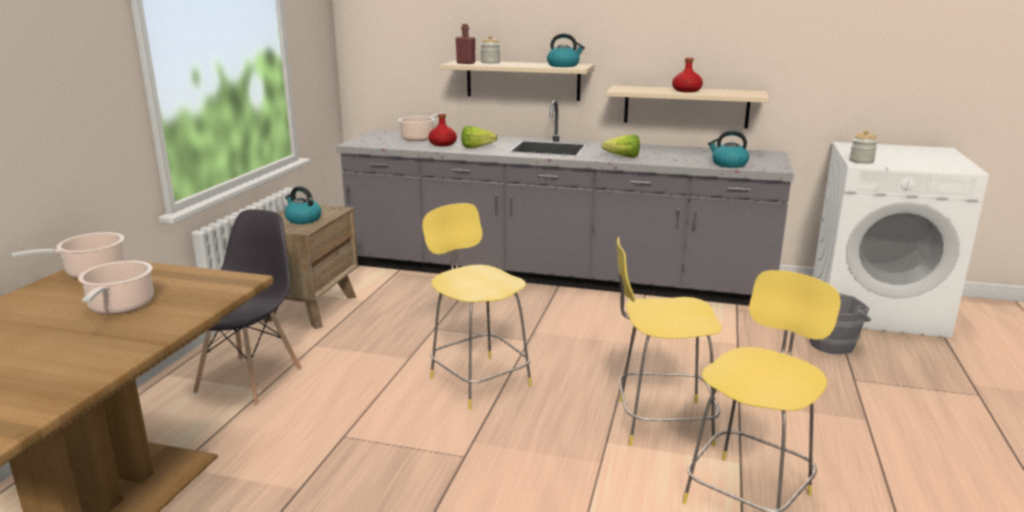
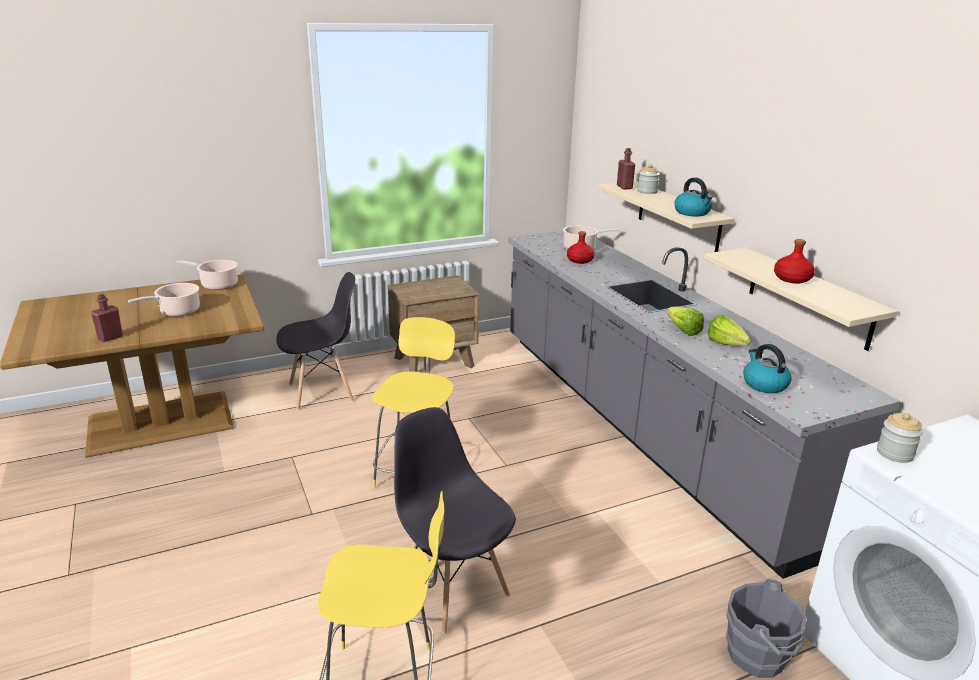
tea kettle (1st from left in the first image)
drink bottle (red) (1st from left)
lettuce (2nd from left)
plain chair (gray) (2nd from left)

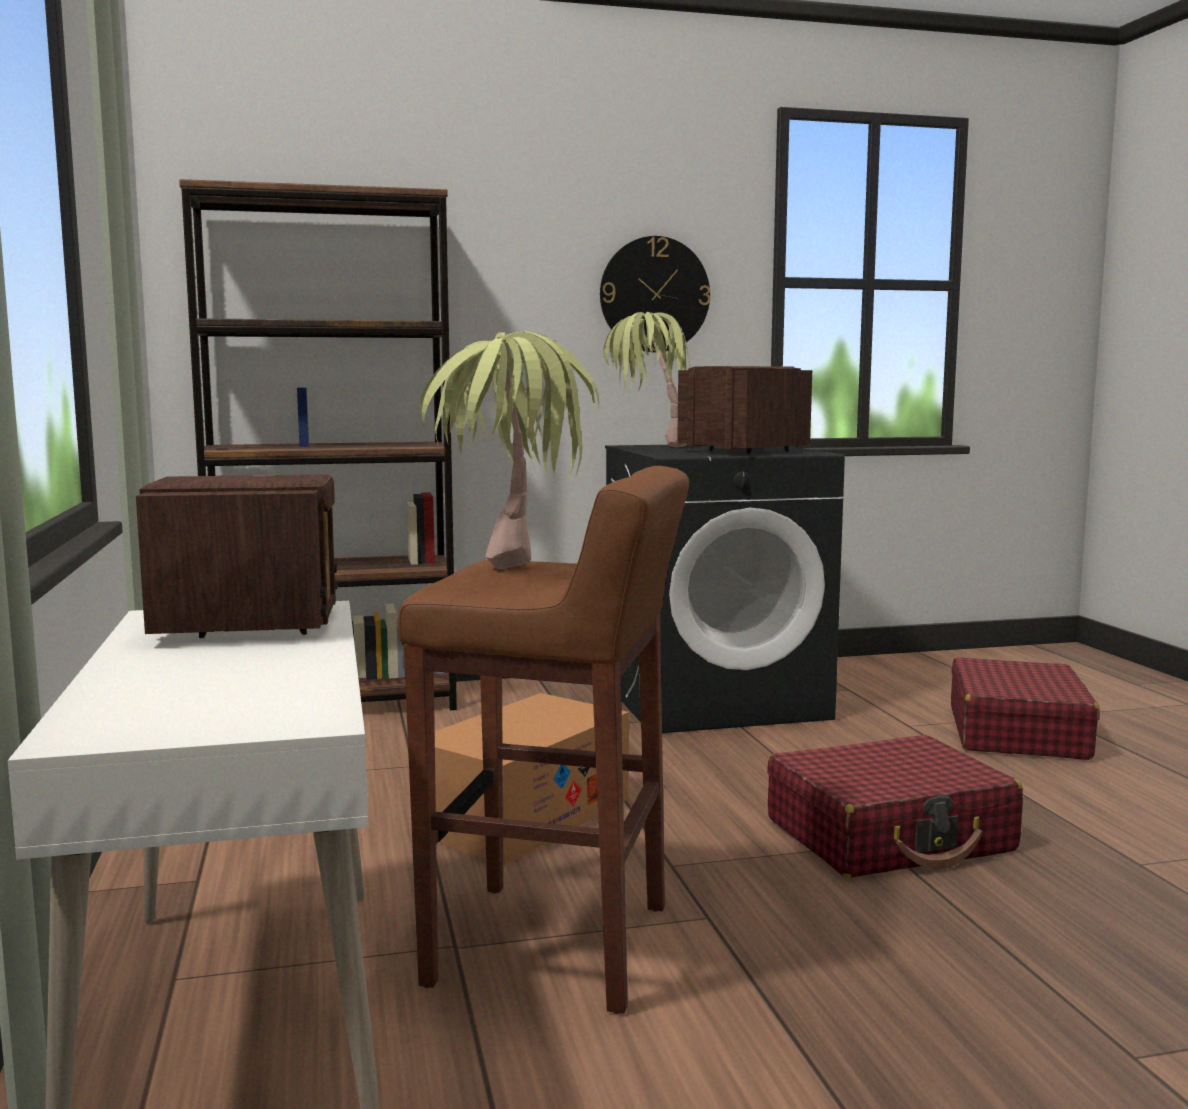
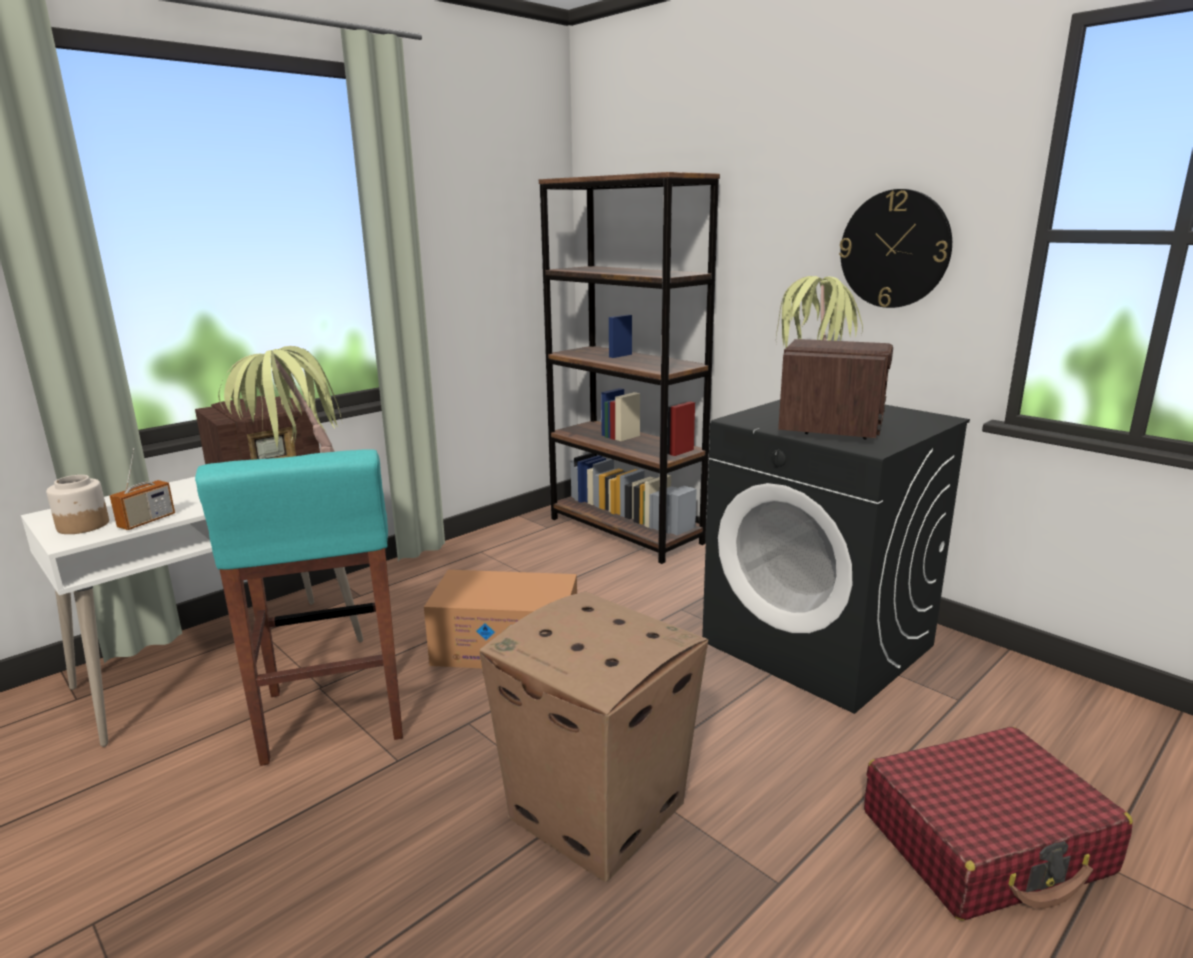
jar
radio receiver (1st from left)
cardboard box (2nd from left)
sitting stool (turquoise-coloured)

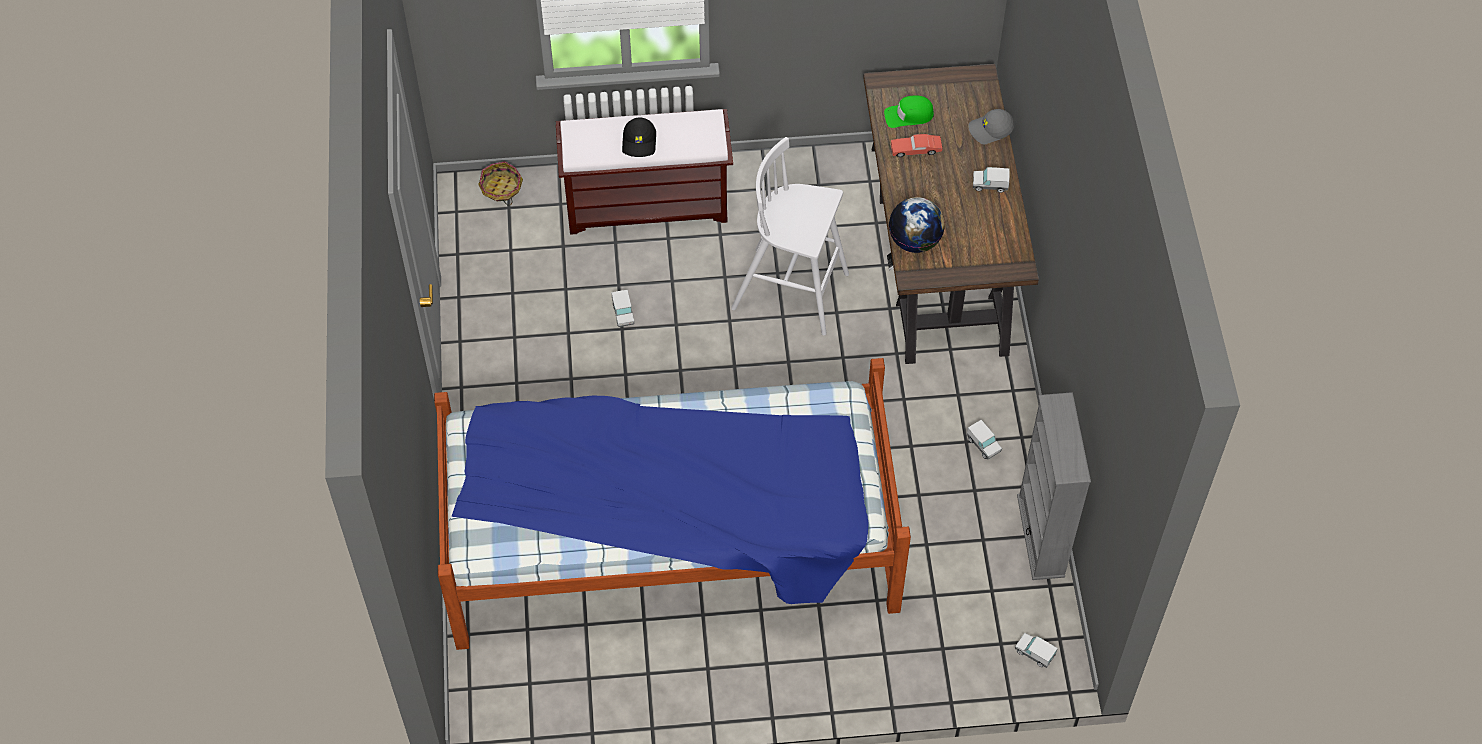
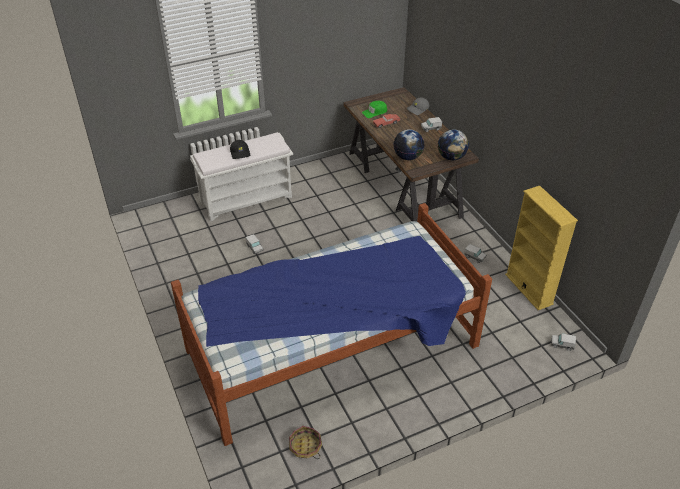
sitting stool (white)
world globe (2nd from left)
basket
bench (white)
bookcase (yellow-coloured)

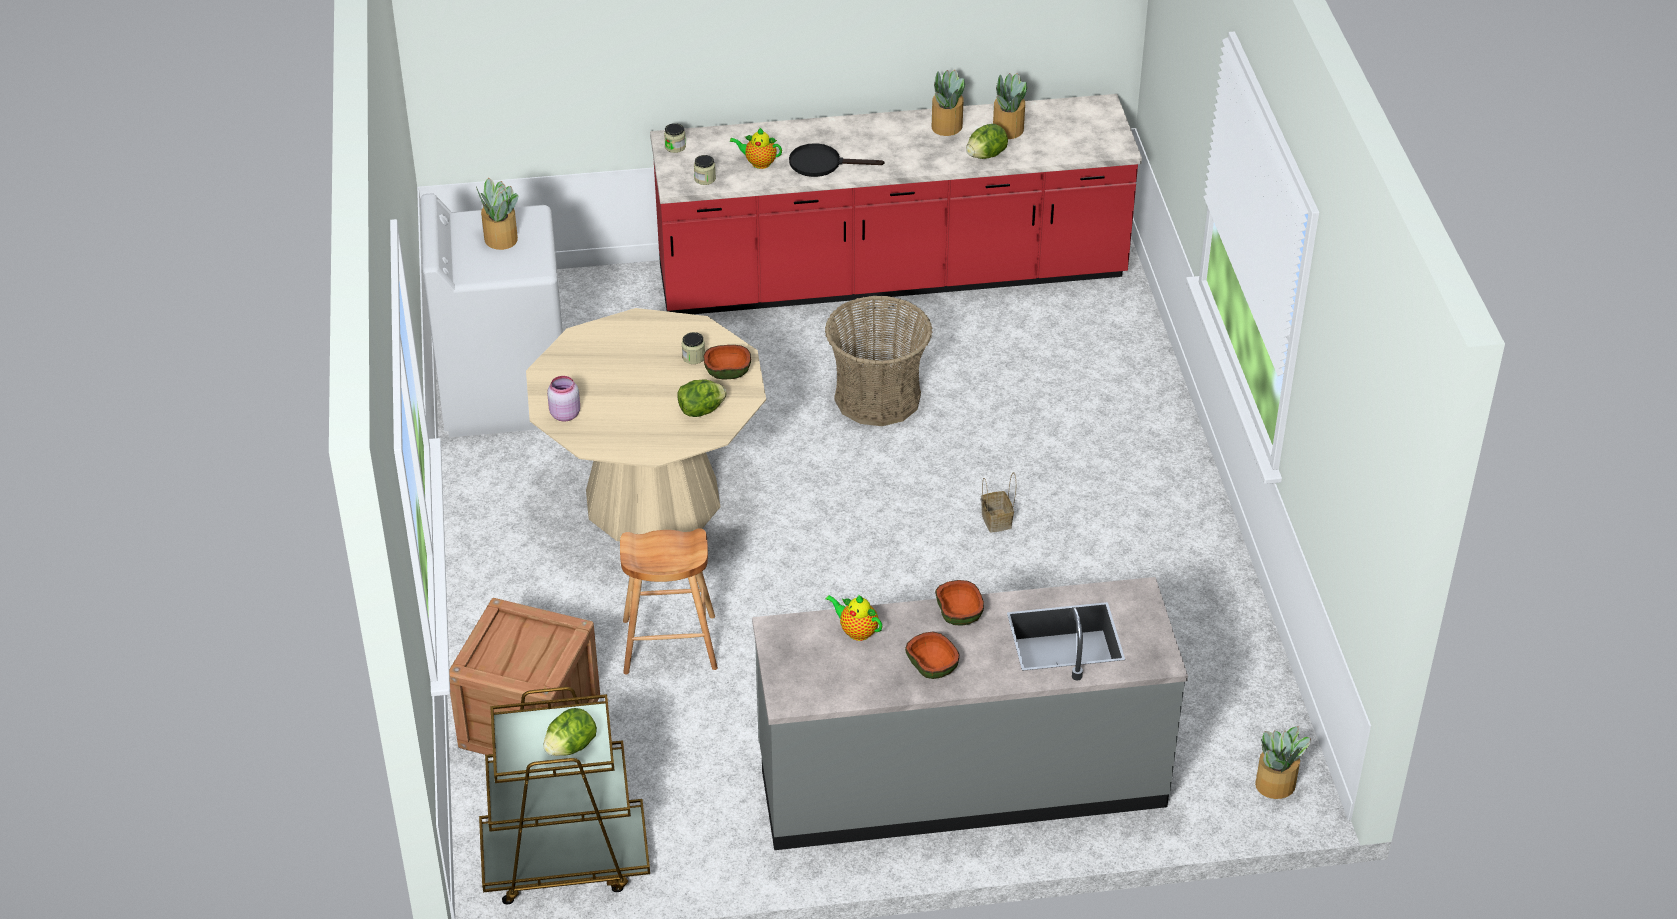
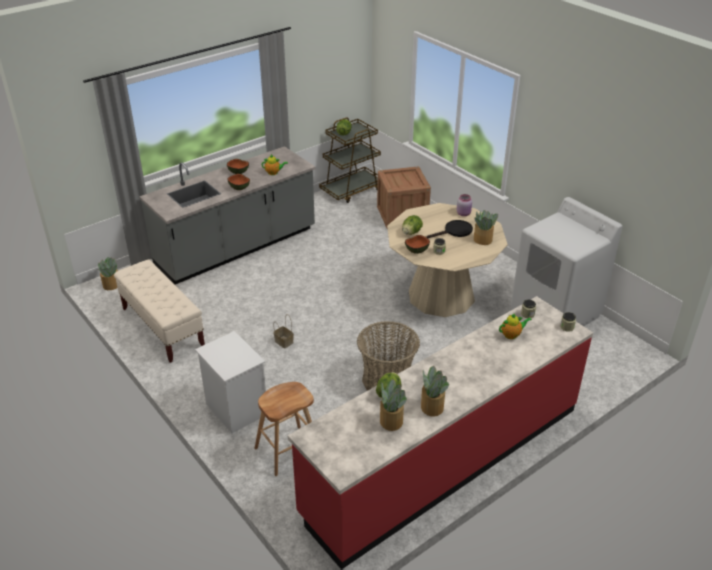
bench (sand-coloured)
night table (white)
plant in a pot (4th from left)
sitting stool (brown-coloured)
pan (black-coloured)

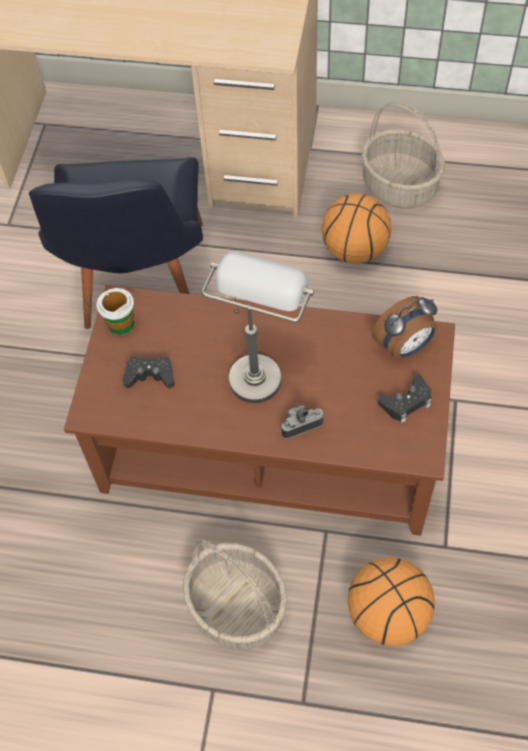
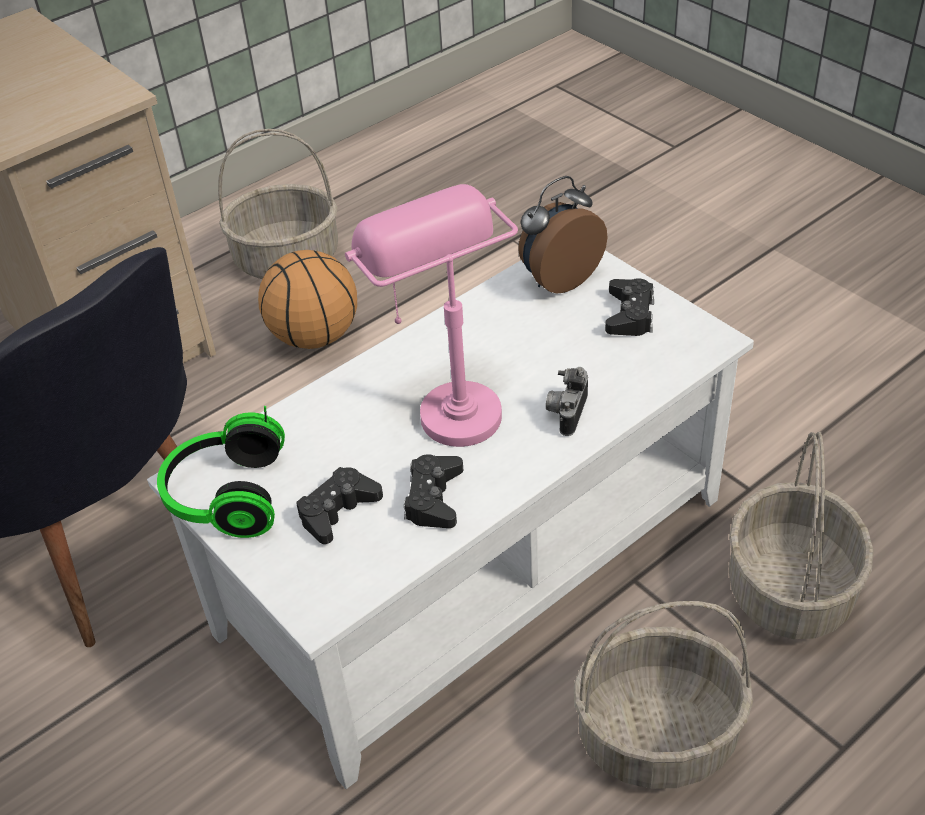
game controller (black-coloured) (2nd from left)
headphones
basket (3rd from left)
low table (white)
tabletop lamp (pink-coloured)
bedside clock

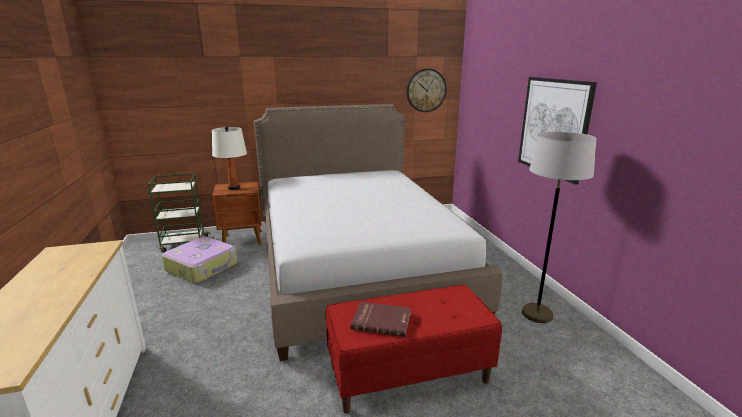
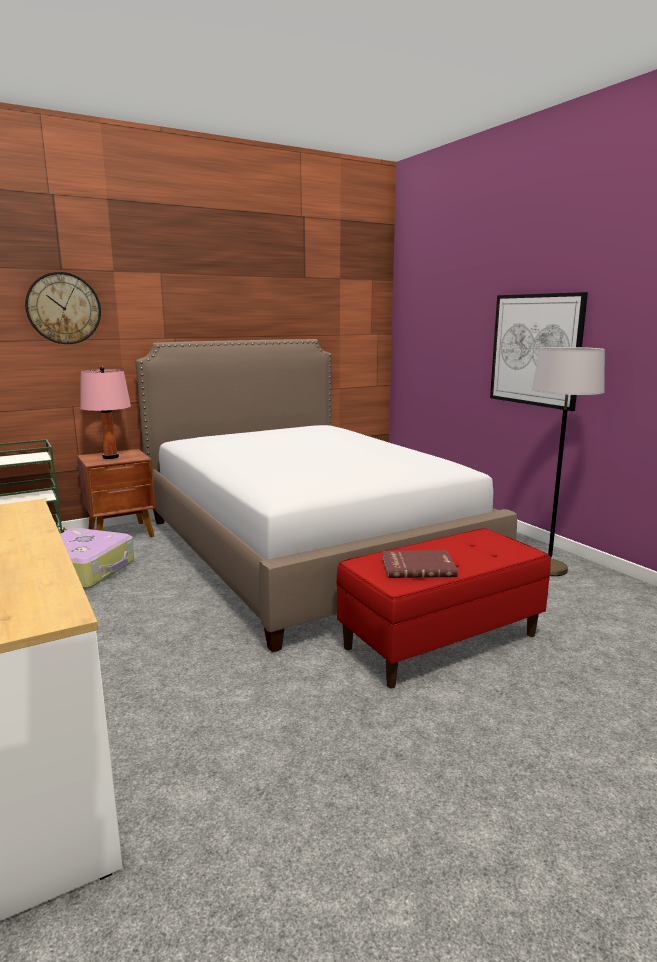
clock on the wall
tabletop lamp (pink-coloured)

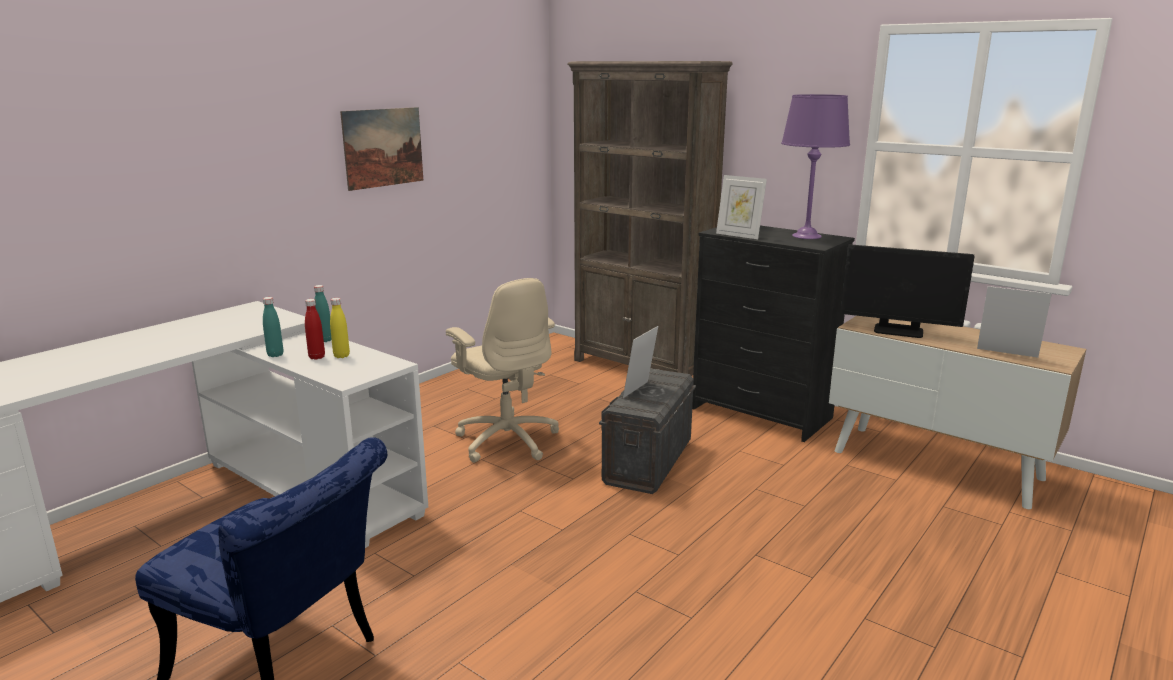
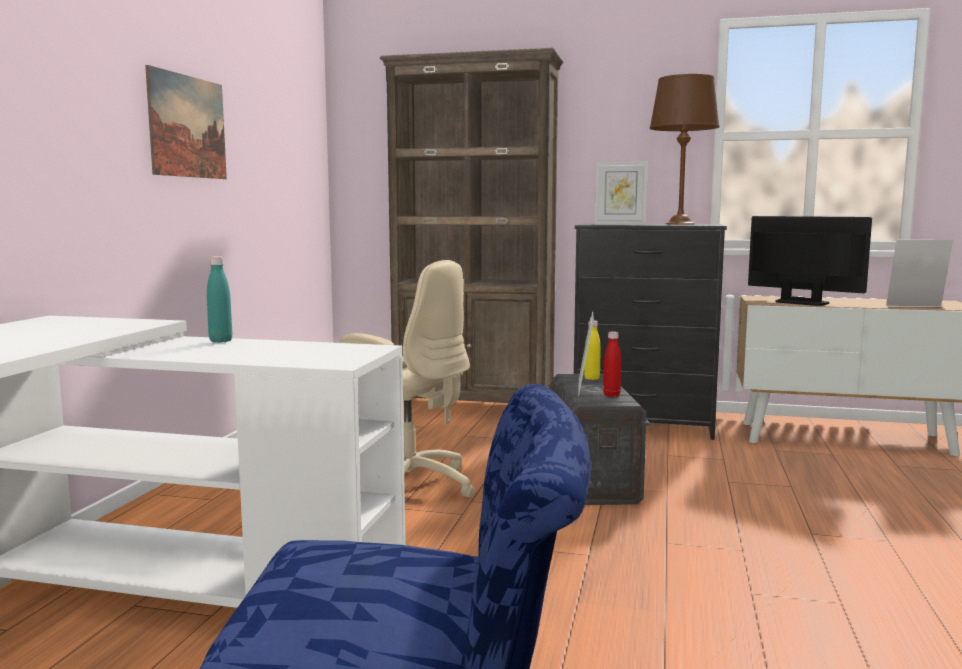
drink bottle (turquoise-coloured) (1st from left in the first image)
drink bottle (red)
drink bottle (yellow-coloured)
tabletop lamp (brown-coloured)
computer screen

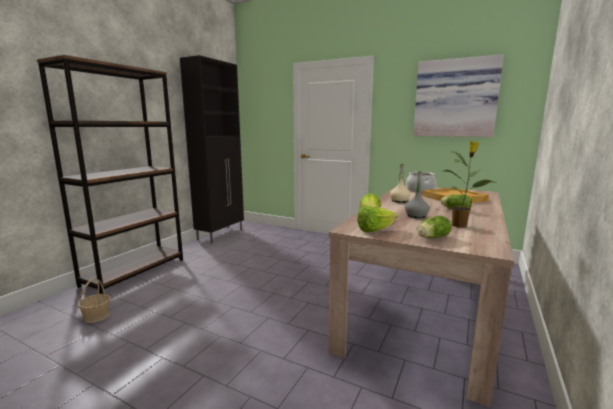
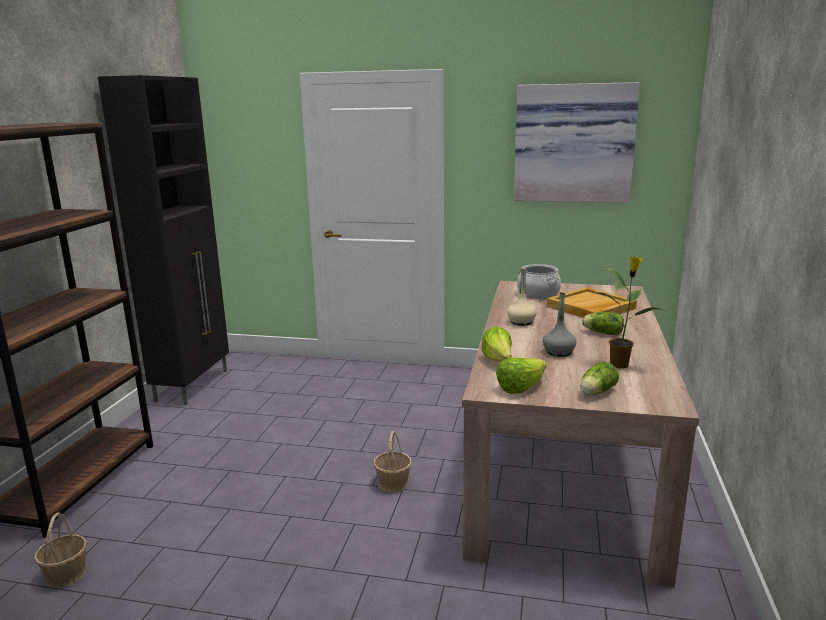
basket (2nd from left)

